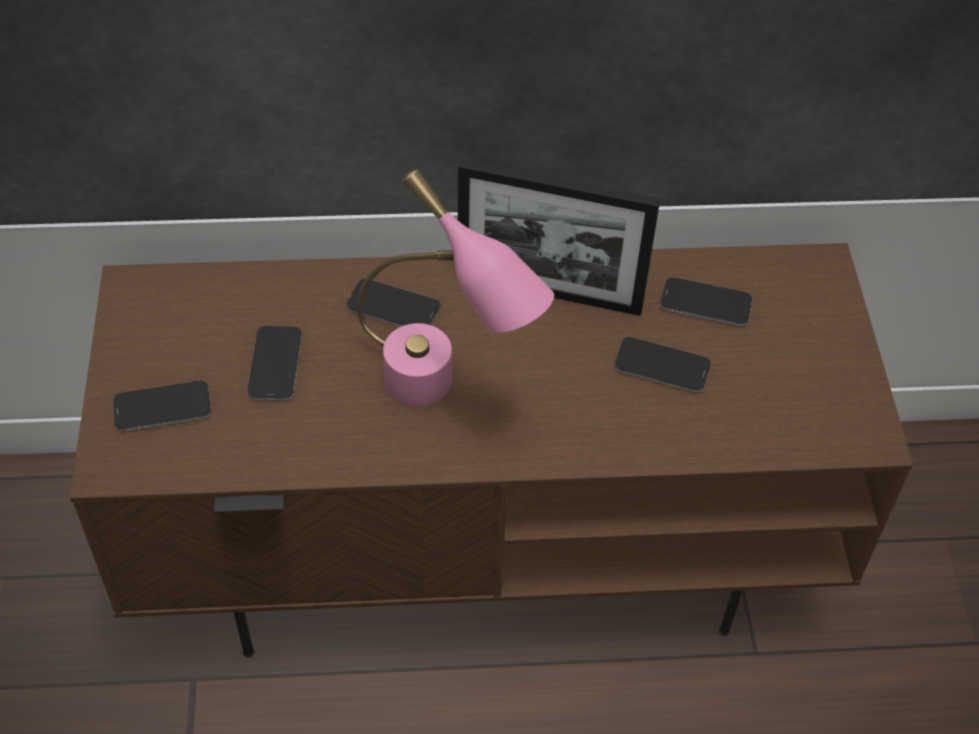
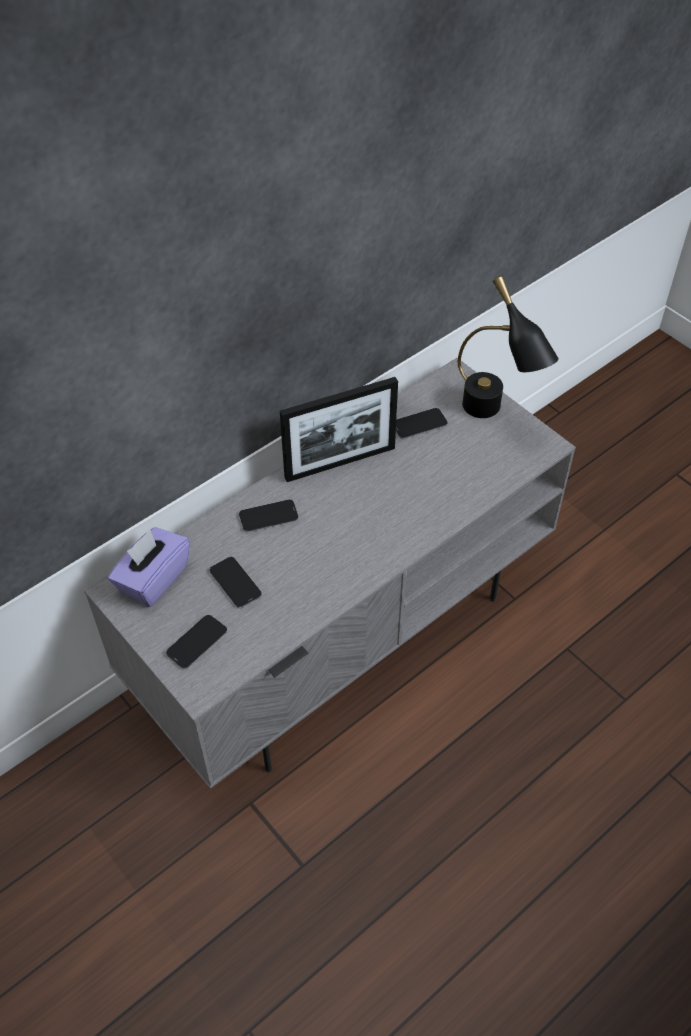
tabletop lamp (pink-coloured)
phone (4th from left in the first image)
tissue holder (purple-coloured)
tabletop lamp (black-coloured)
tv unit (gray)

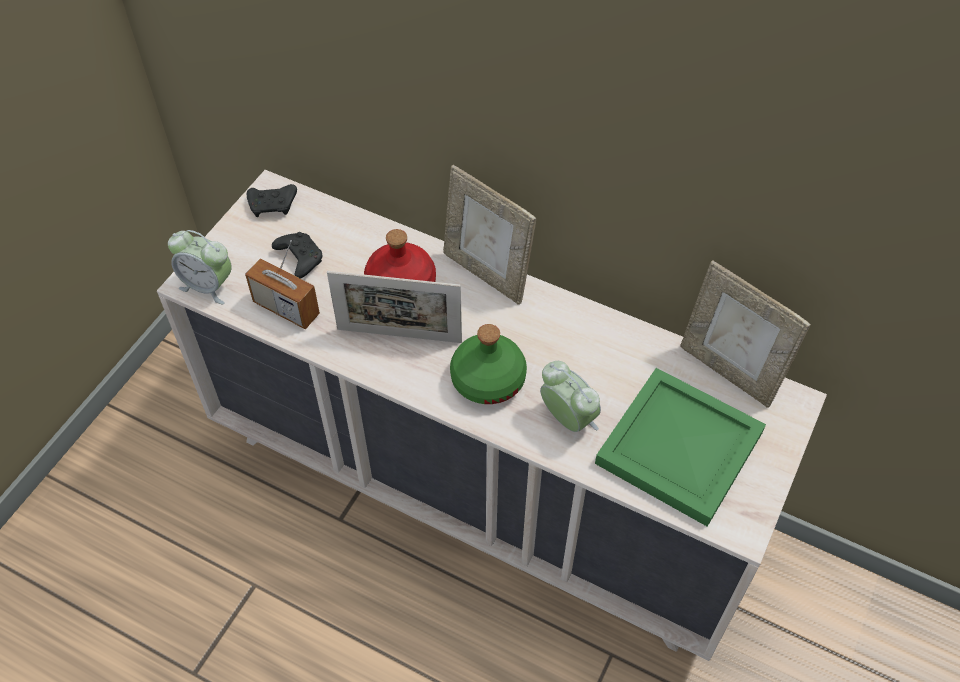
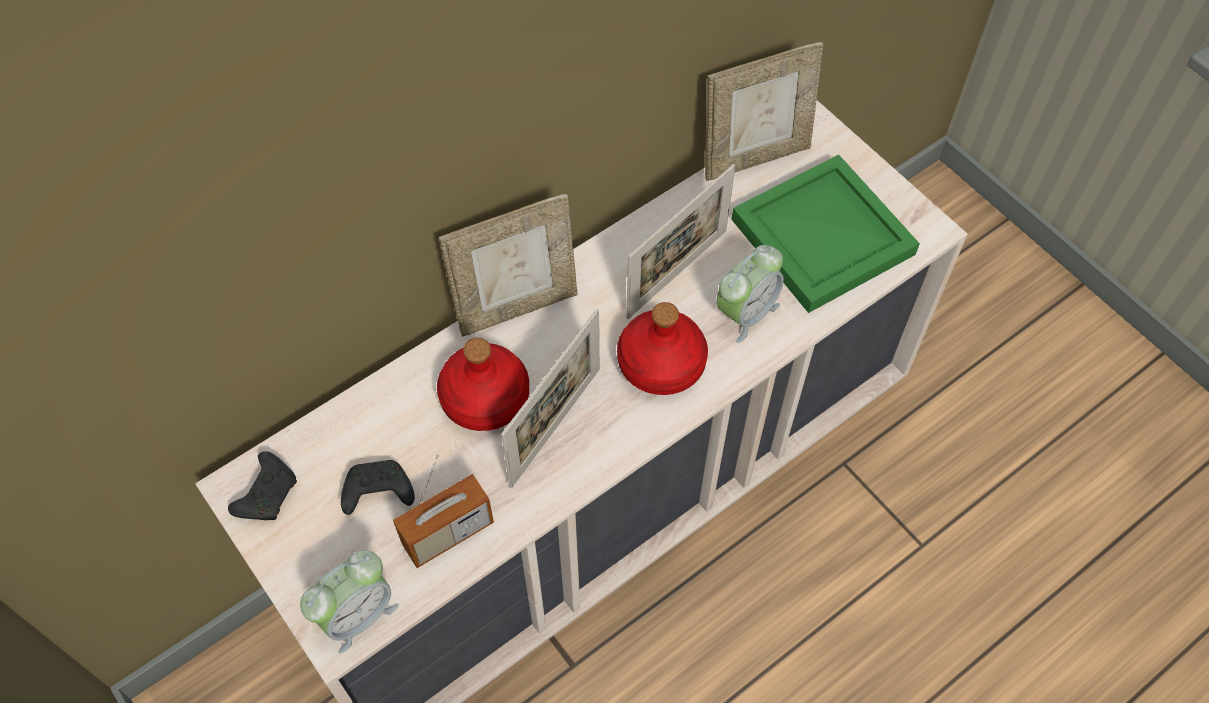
picture frame (3rd from left)
drink bottle (red) (2nd from left)
bedside clock (2nd from left)

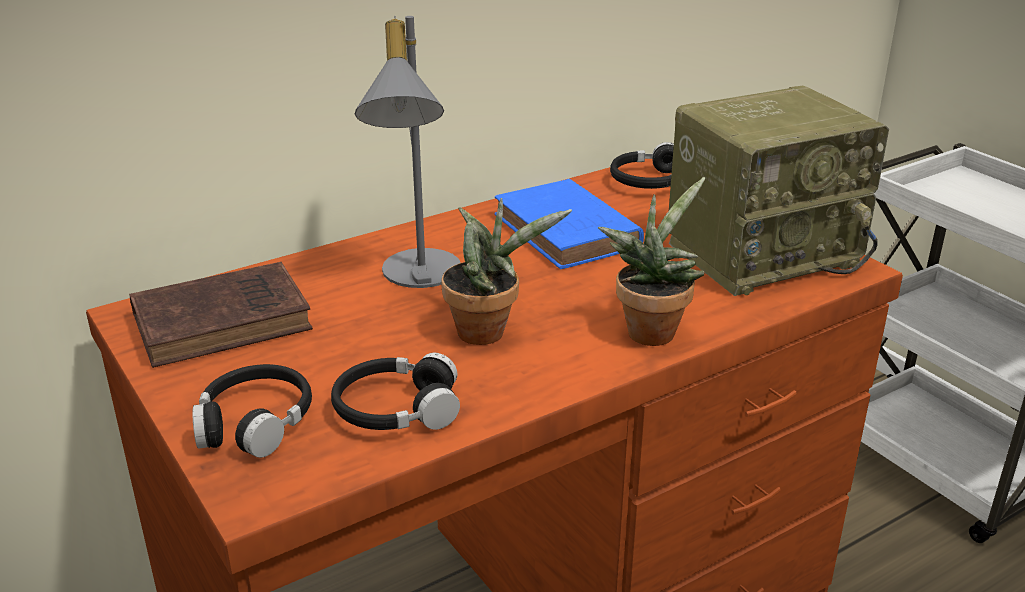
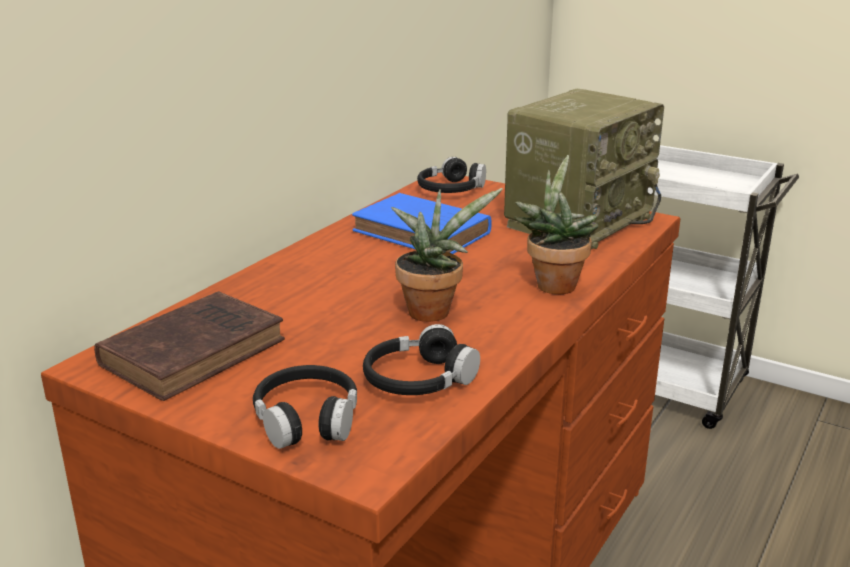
tabletop lamp (gray)

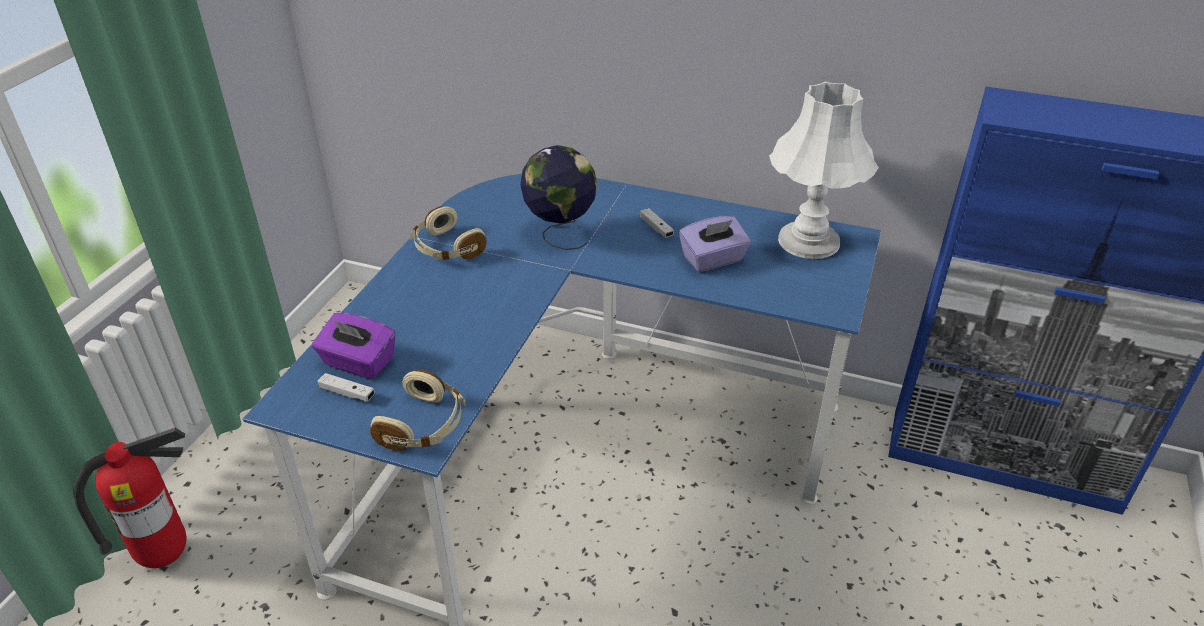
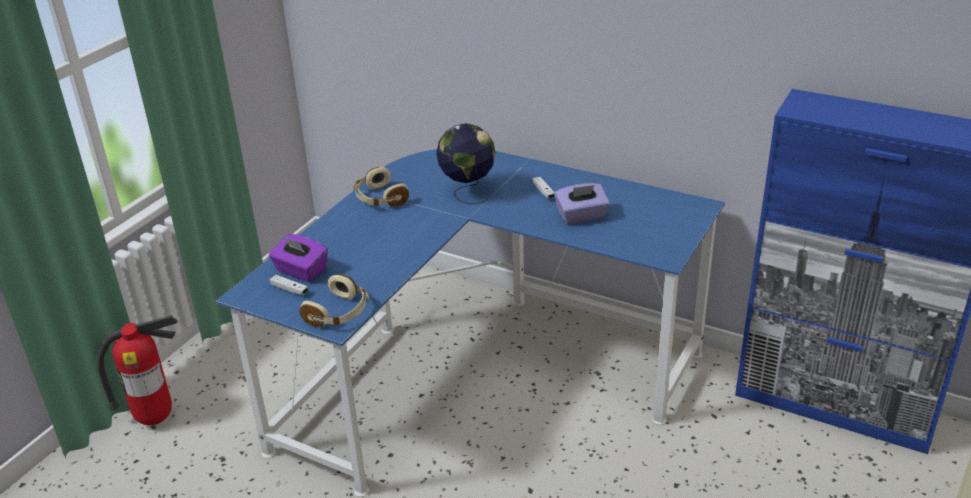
tabletop lamp (white)

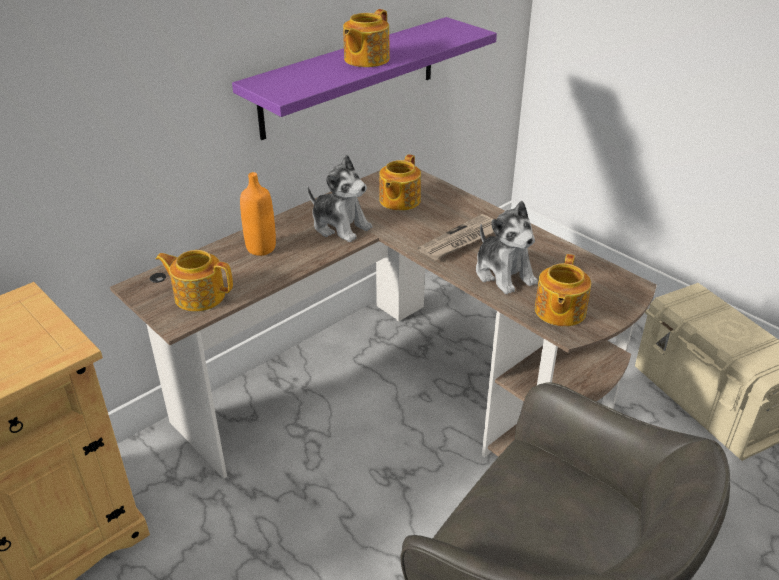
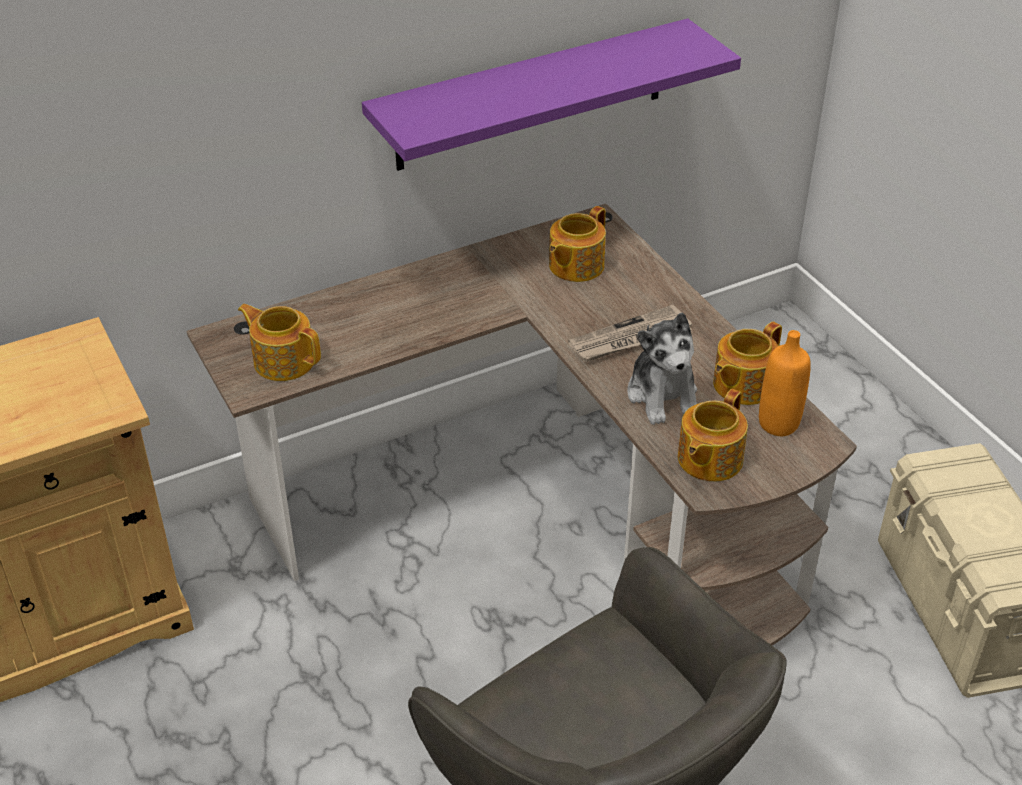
soft toy (1st from left in the first image)
drink bottle (orange-coloured)
teapot (4th from left)

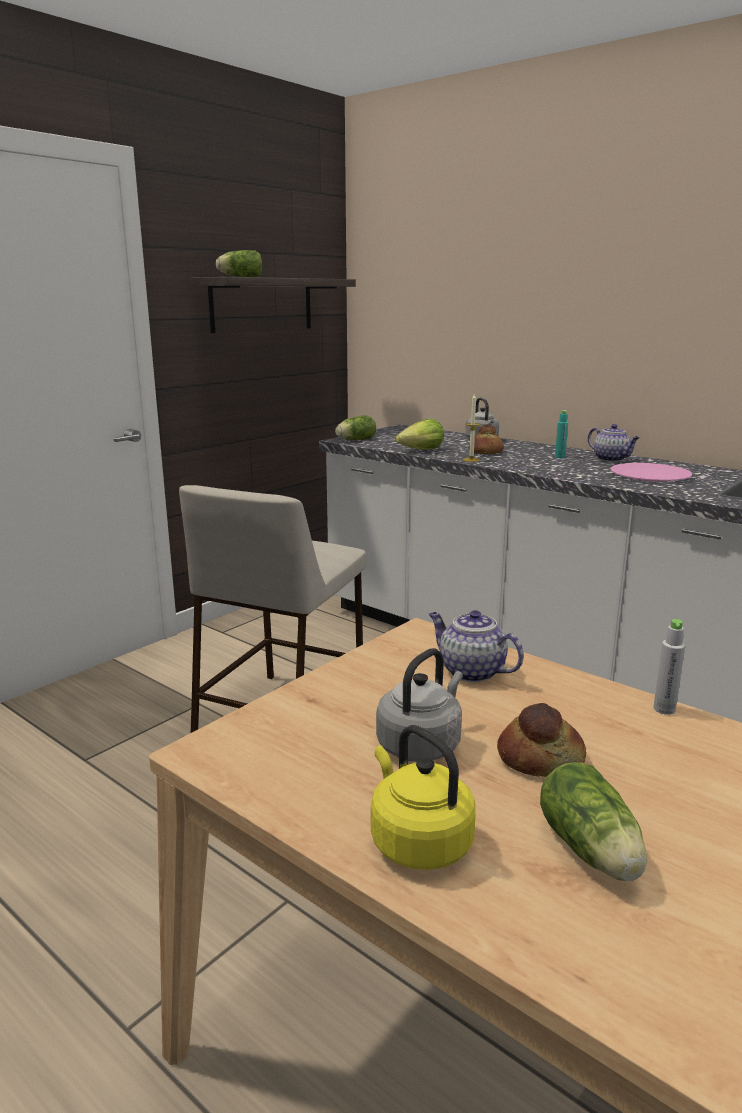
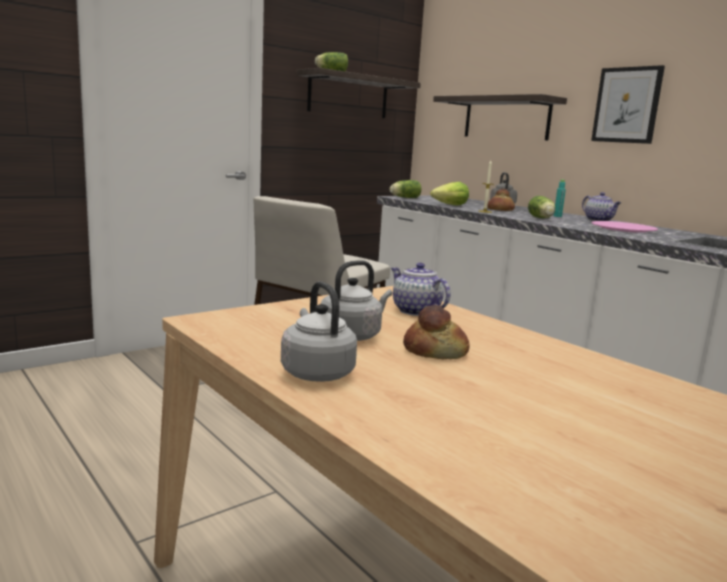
drink bottle (gray)
shelf (2nd from left)
wall art
lettuce (4th from left)
tea kettle (gray) (1st from left)

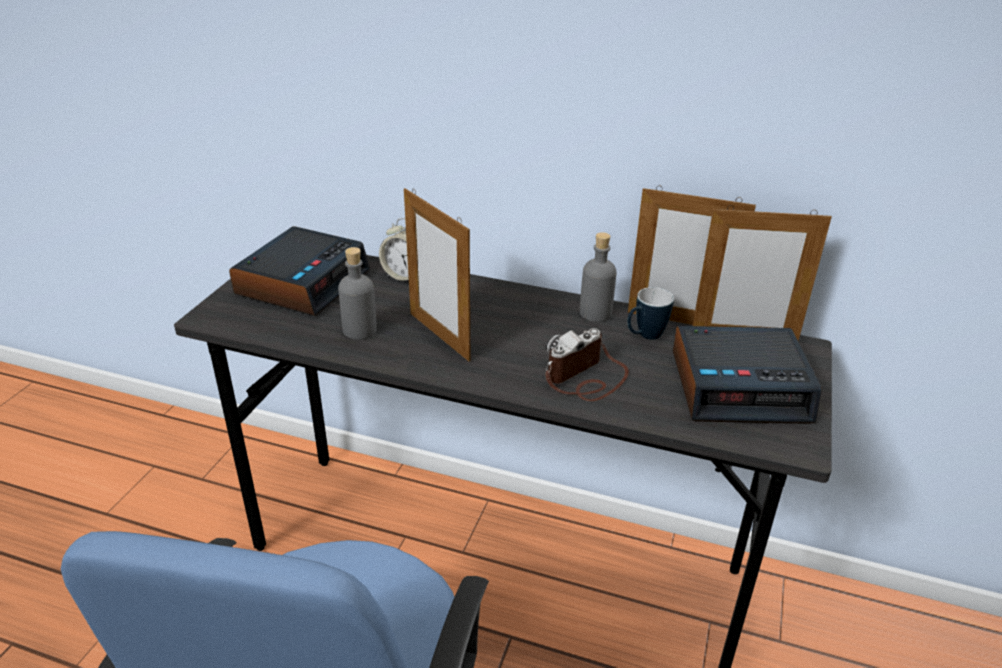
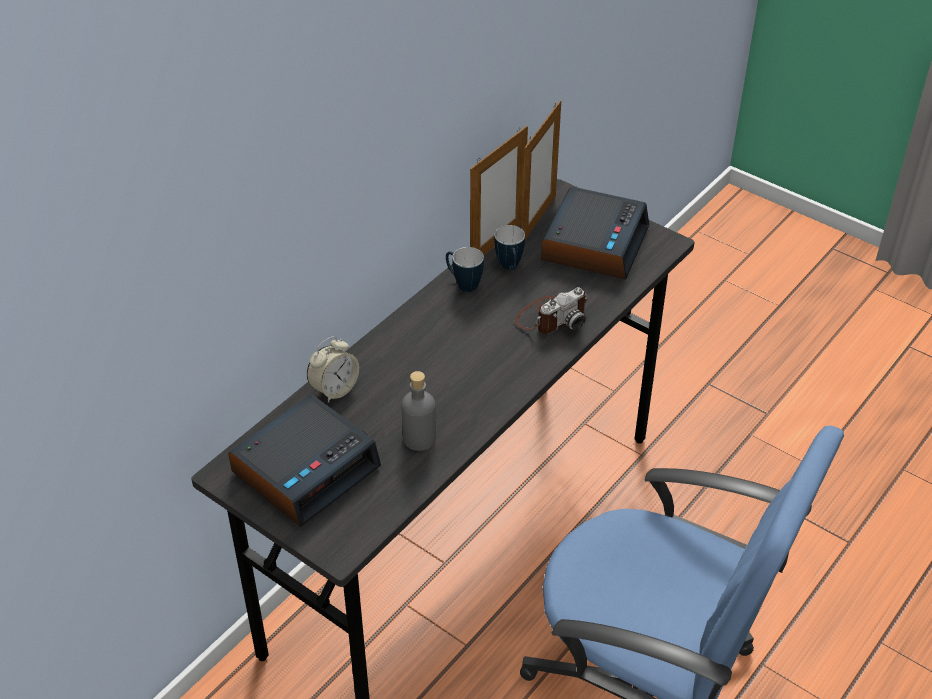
picture frame (1st from left in the first image)
tea mug (1st from left)
bedside clock (1st from left)
still camera

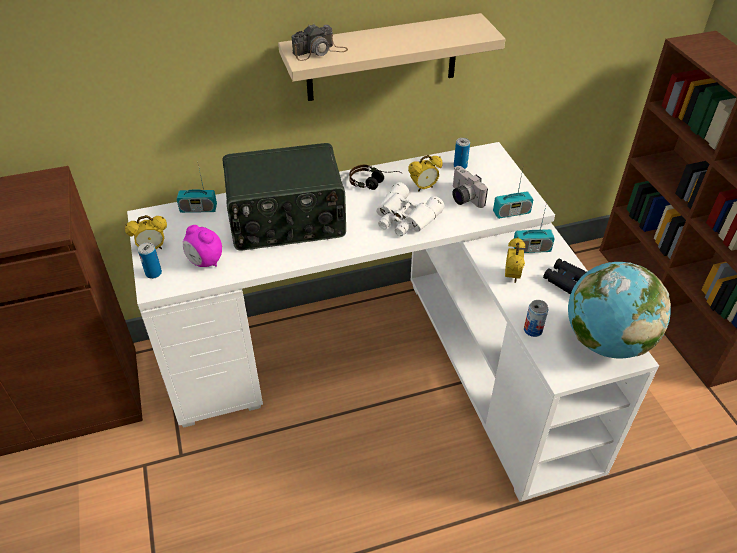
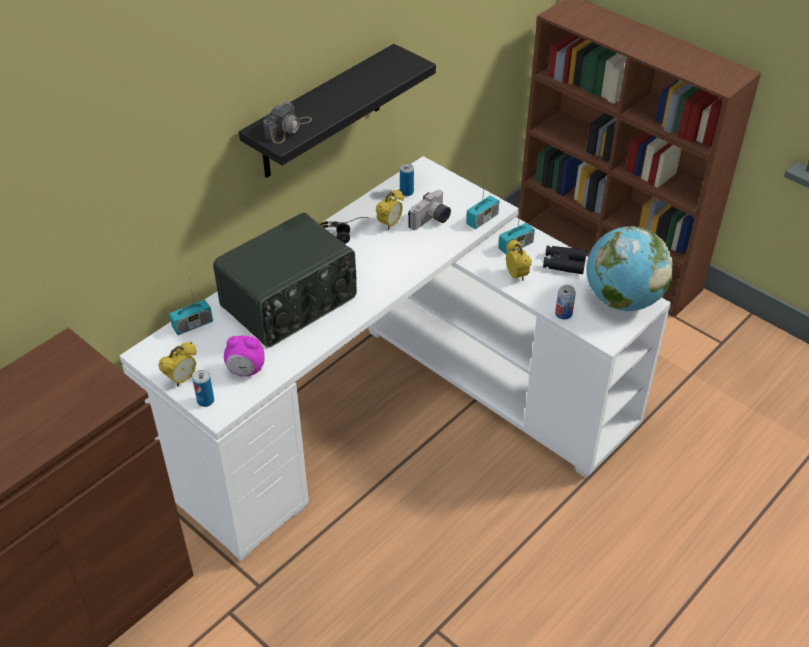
field glasses (white)
shelf (black-coloured)
still camera (2nd from left)

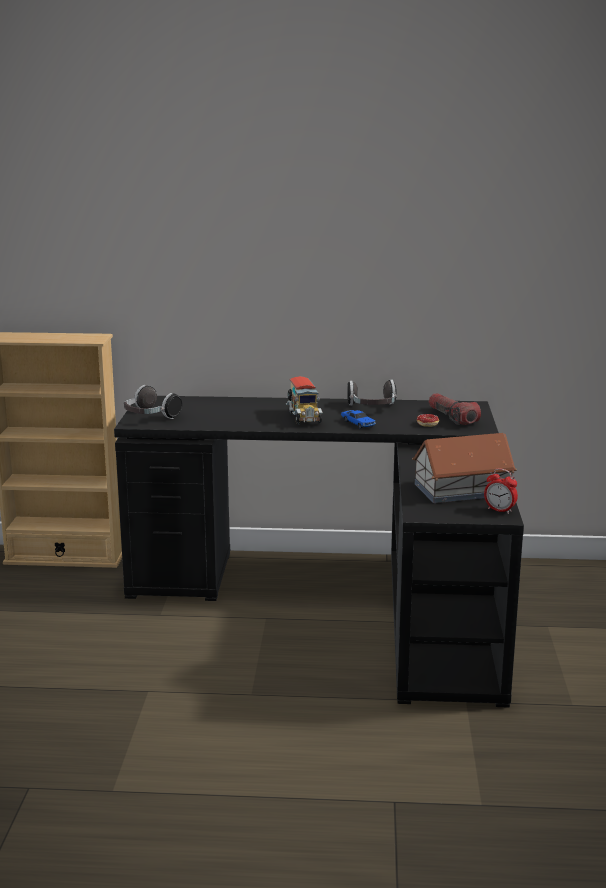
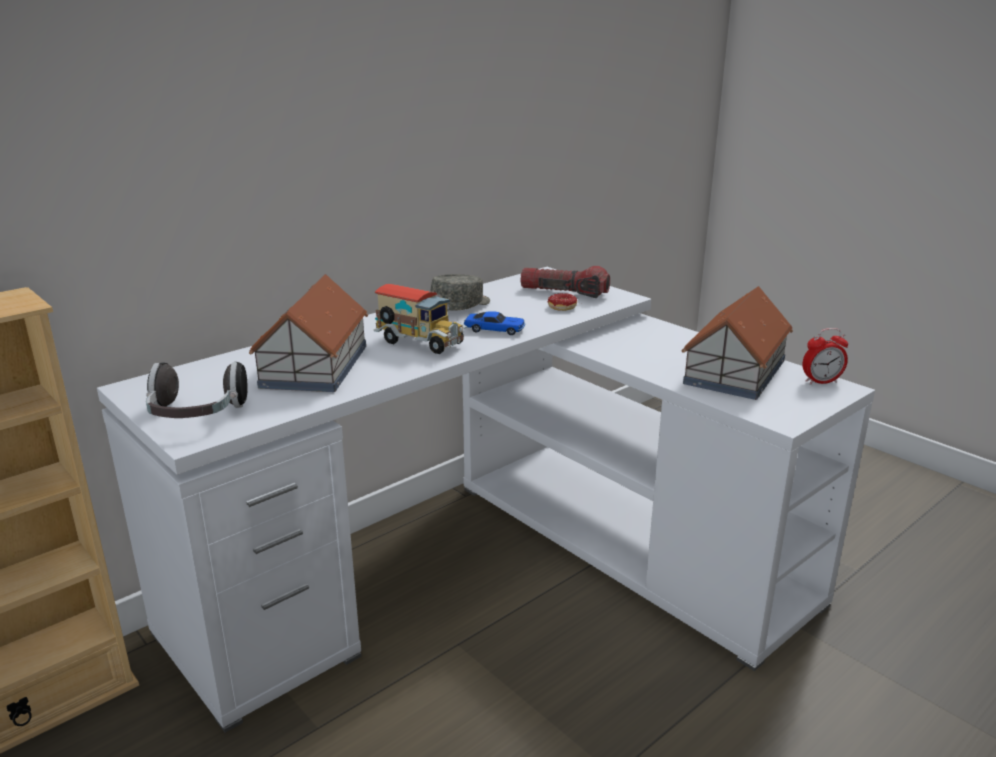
model house (1st from left)
cap (gray)
desk table (white)

